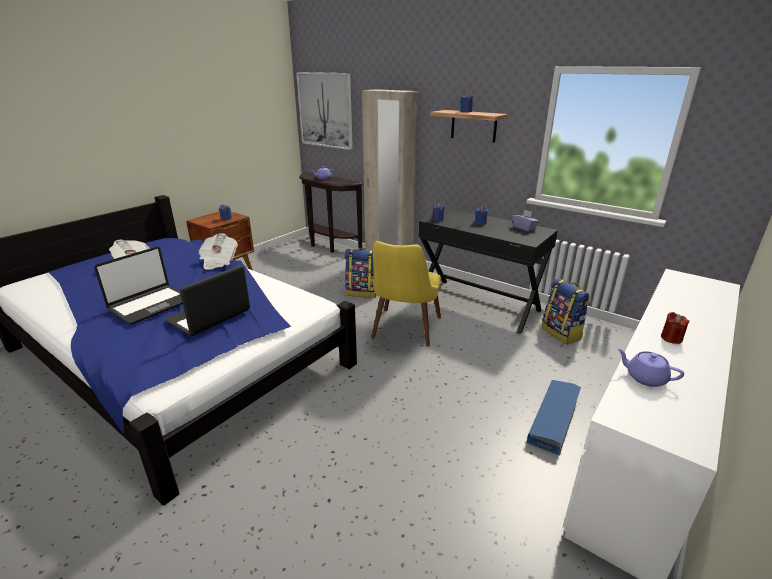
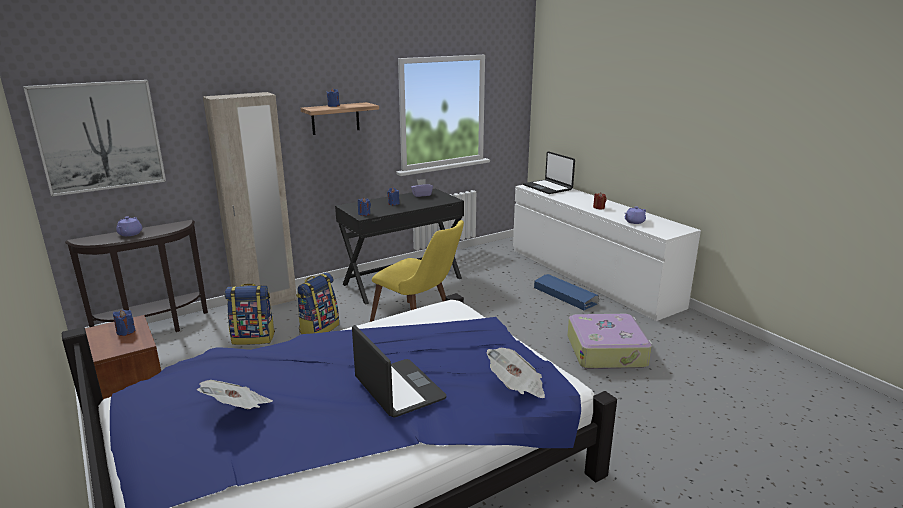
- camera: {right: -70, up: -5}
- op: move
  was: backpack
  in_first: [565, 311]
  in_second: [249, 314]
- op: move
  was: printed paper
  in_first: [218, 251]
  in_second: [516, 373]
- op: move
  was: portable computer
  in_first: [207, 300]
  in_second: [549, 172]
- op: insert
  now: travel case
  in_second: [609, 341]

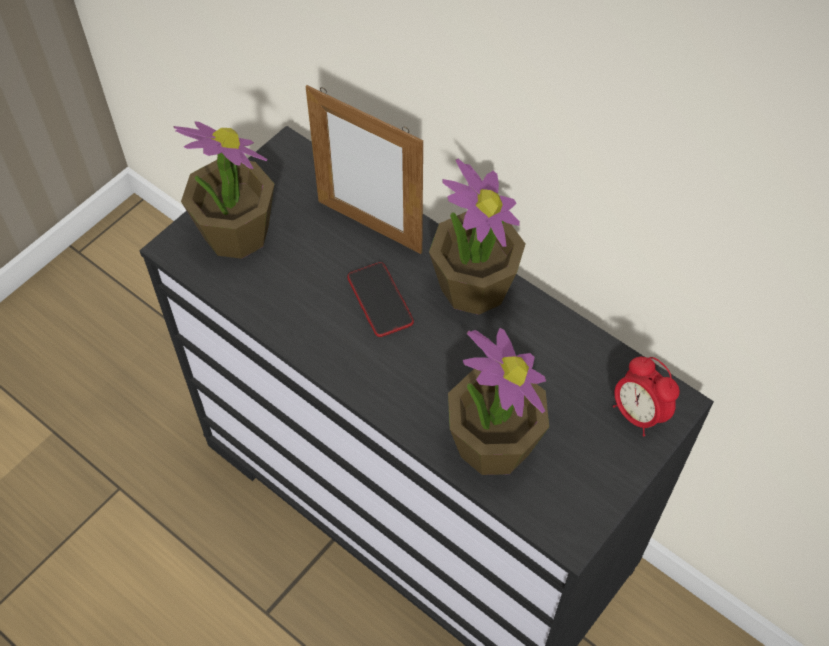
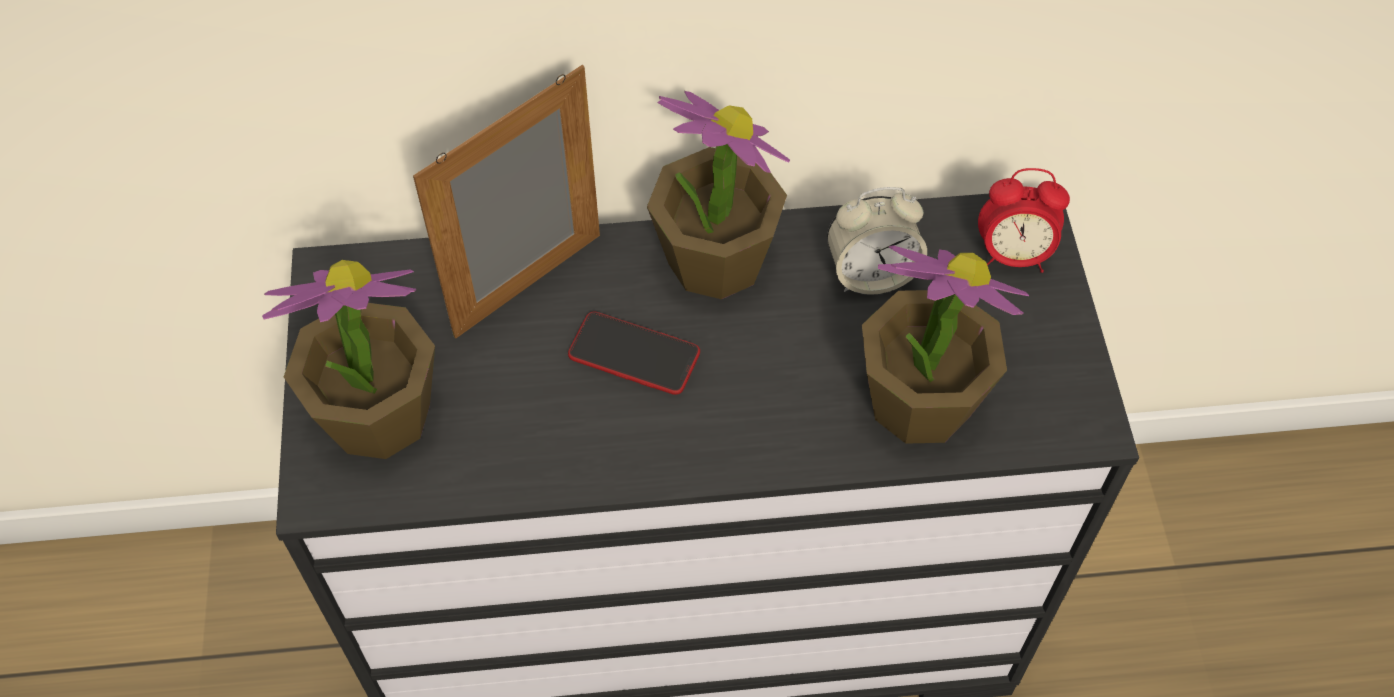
- camera: {right: -45, up: 0}
- op: rotate
  was: picture frame
  in_first: [364, 169]
  in_second: [506, 202]
  clockwise: 150
- op: insert
  now: bedside clock
  in_second: [877, 241]

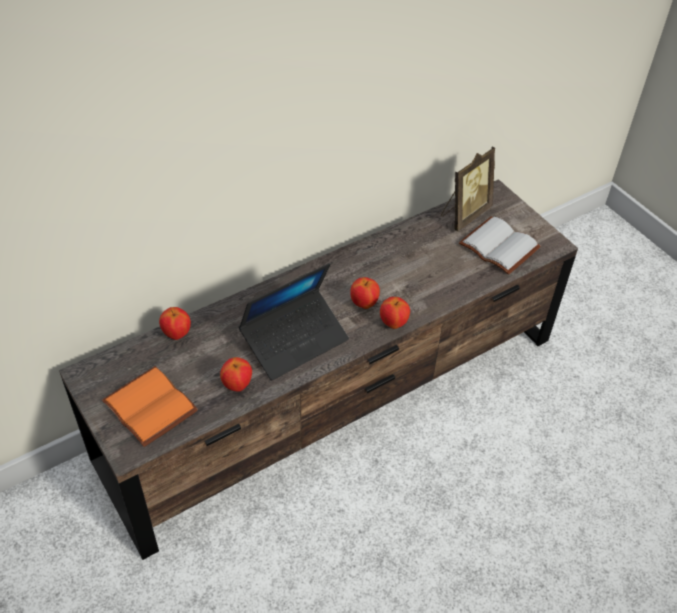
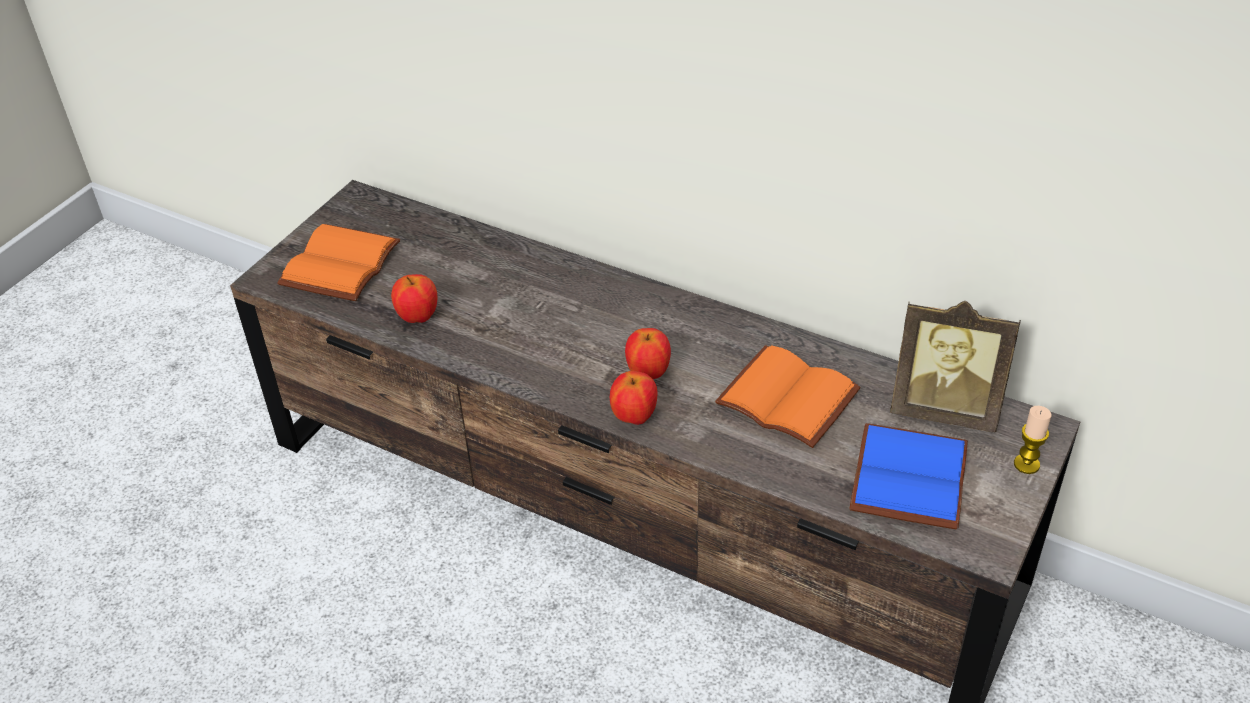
- camera: {right: 65, up: -5}
- op: insert
  now: orange-coloured bound book
  in_second: [788, 396]
- op: recolor
  was: white bound book
  now: bluish bound book
  in_first: [500, 246]
  in_second: [908, 476]
- op: insert
  now: wax candle
  in_second: [1033, 440]
- op: delete
  was: whole apple
  in_first: [175, 323]
- op: delete
  was: portable computer
  in_first: [294, 321]

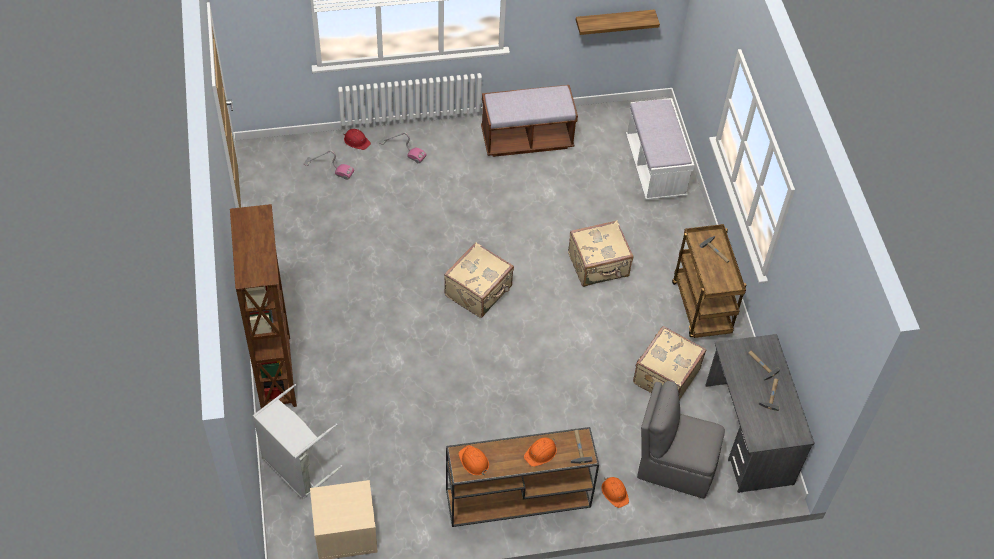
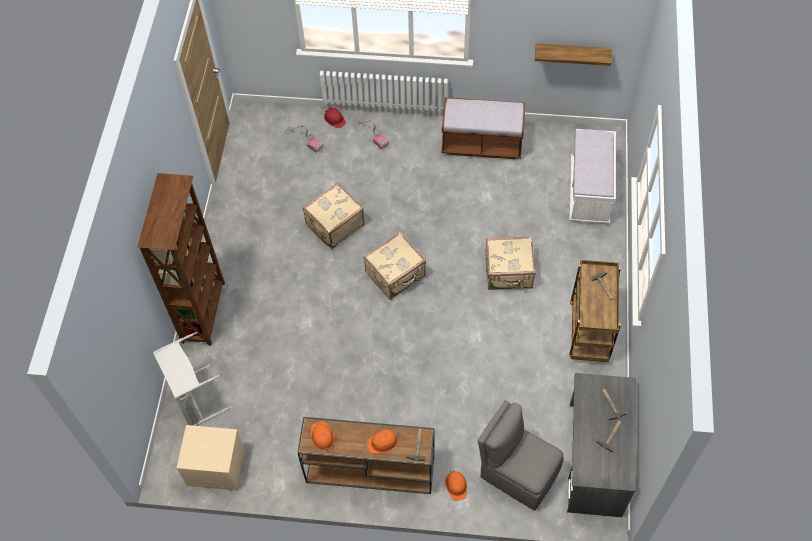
- camera: {right: 20, up: 5}
- op: move
  was: sand-coloured travel case
  in_first: [669, 363]
  in_second: [334, 216]

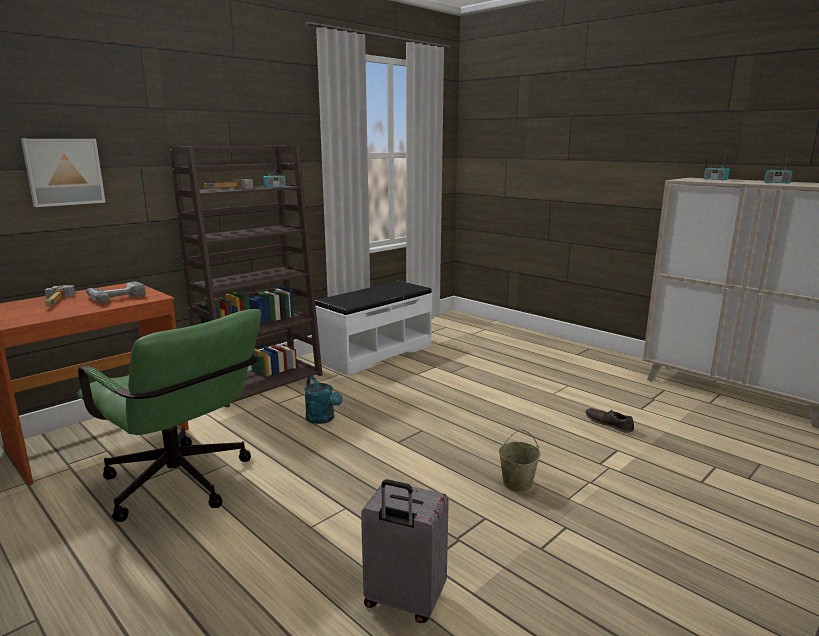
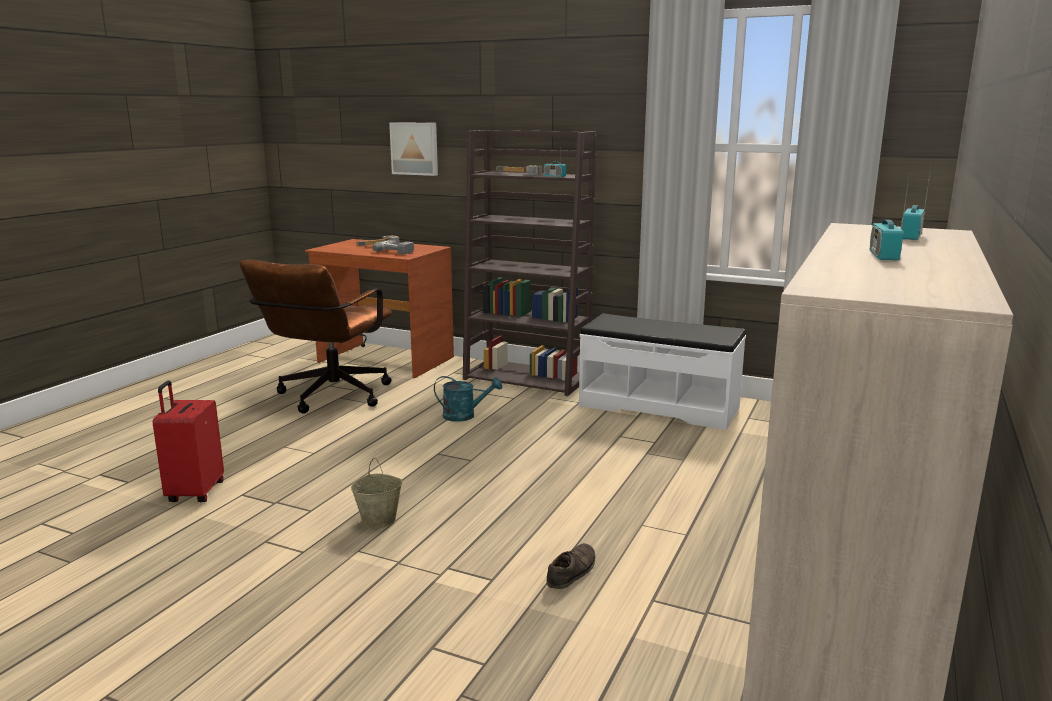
- camera: {right: 70, up: 0}
- op: recolor
  was: greyish travel case
  now: reddish travel case
  in_first: [405, 551]
  in_second: [188, 441]
- op: recolor
  was: green-coloured computer chair
  now: brown computer chair
  in_first: [169, 415]
  in_second: [315, 336]
- op: rotate
  was: turquoise-coloured watering can
  in_first: [323, 400]
  in_second: [468, 399]
  clockwise: -120

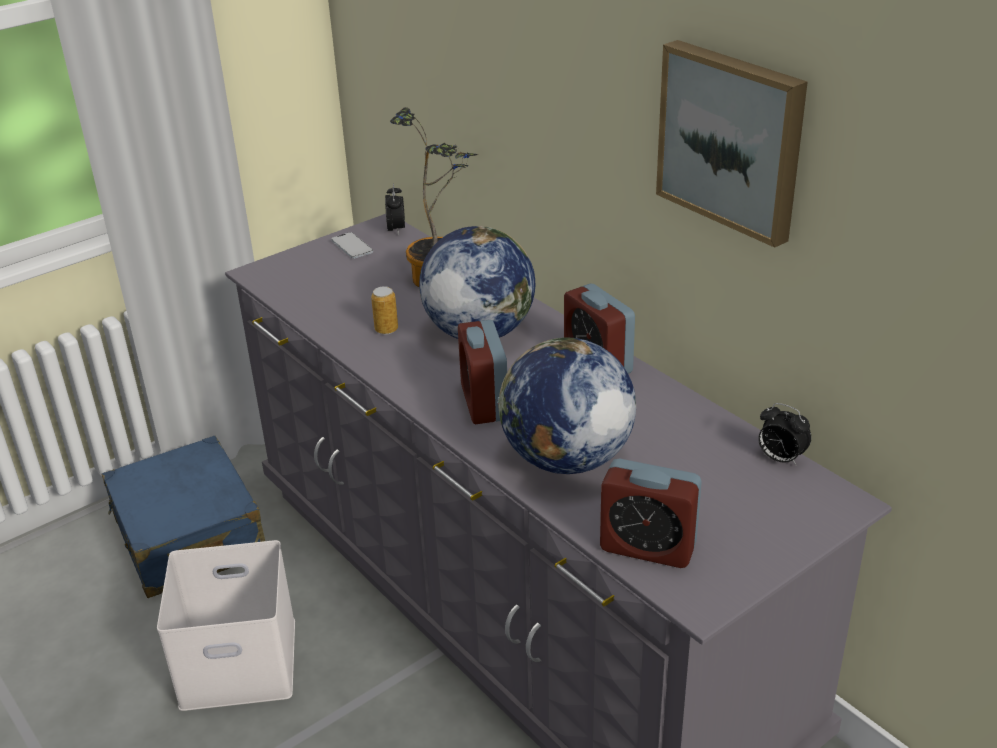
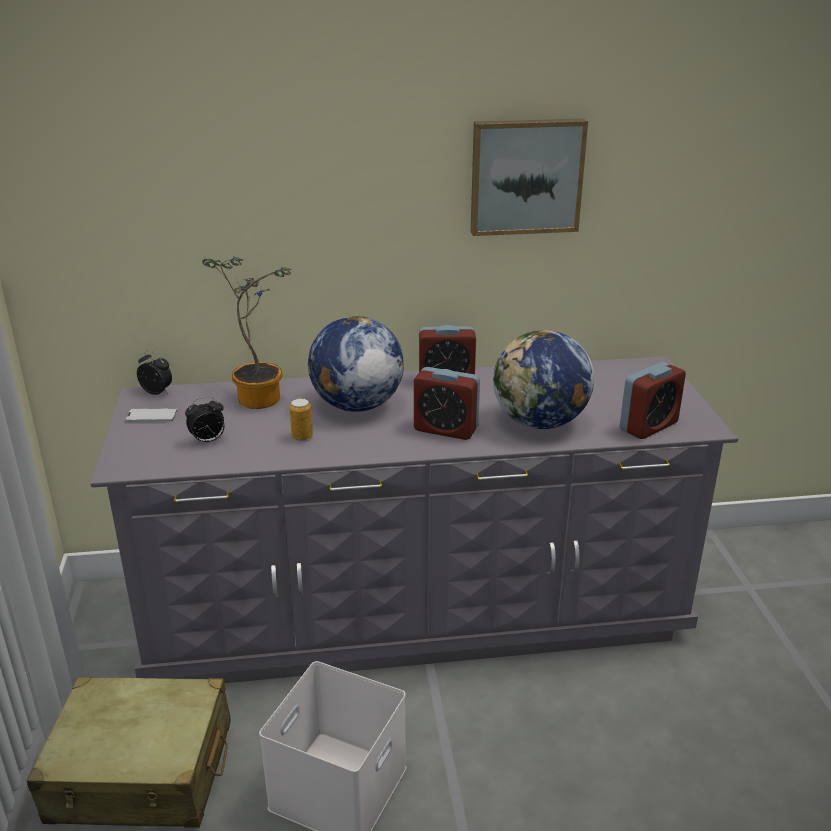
- camera: {right: -60, up: -5}
- op: recolor
  was: bluish travel case
  now: sand-coloured travel case
  in_first: [183, 517]
  in_second: [129, 752]
- op: move
  was: bedside clock
  in_first: [785, 434]
  in_second: [204, 421]

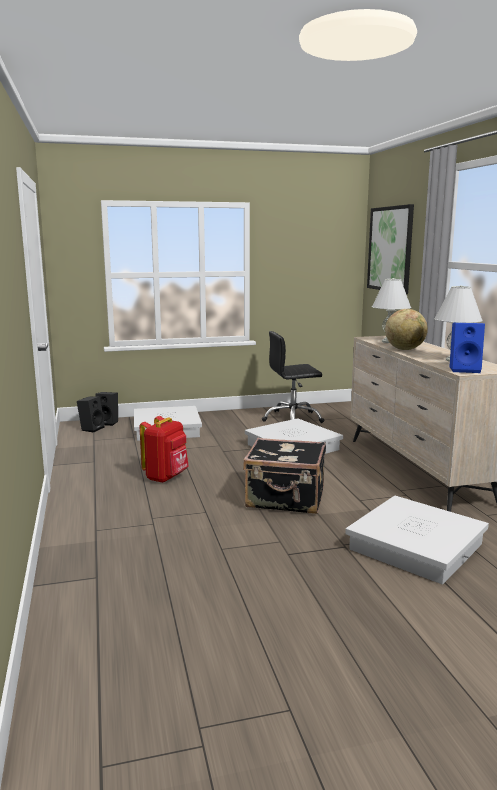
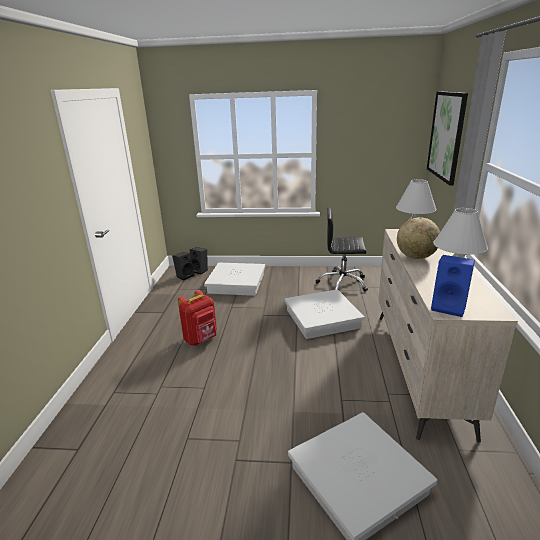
- camera: {right: 20, up: 10}
- op: delete
  was: black travel case
  in_first: [284, 475]

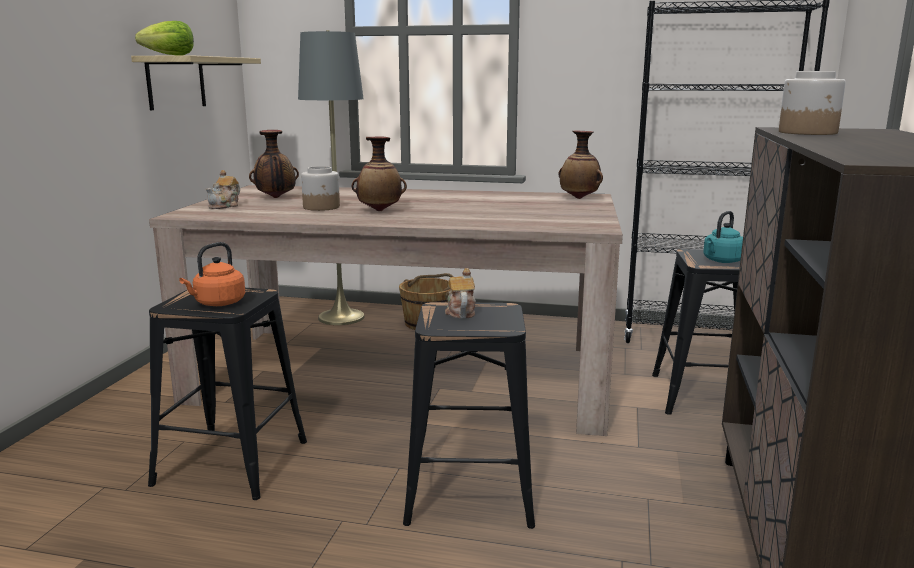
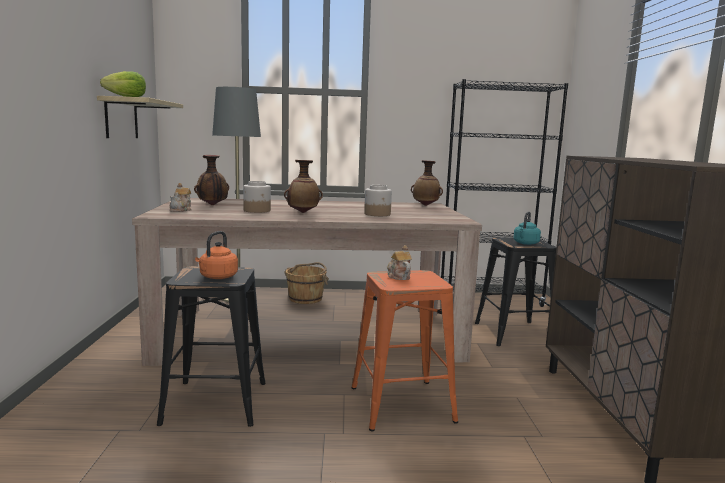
- camera: {right: -15, up: -5}
- op: recolor
  was: black sitting stool
  now: orange-coloured sitting stool
  in_first: [469, 415]
  in_second: [405, 350]
- op: move
  was: storage jar
  in_first: [812, 103]
  in_second: [378, 200]

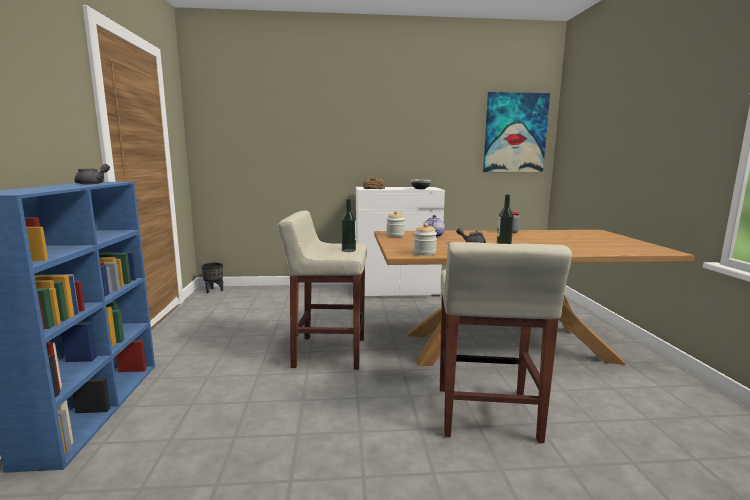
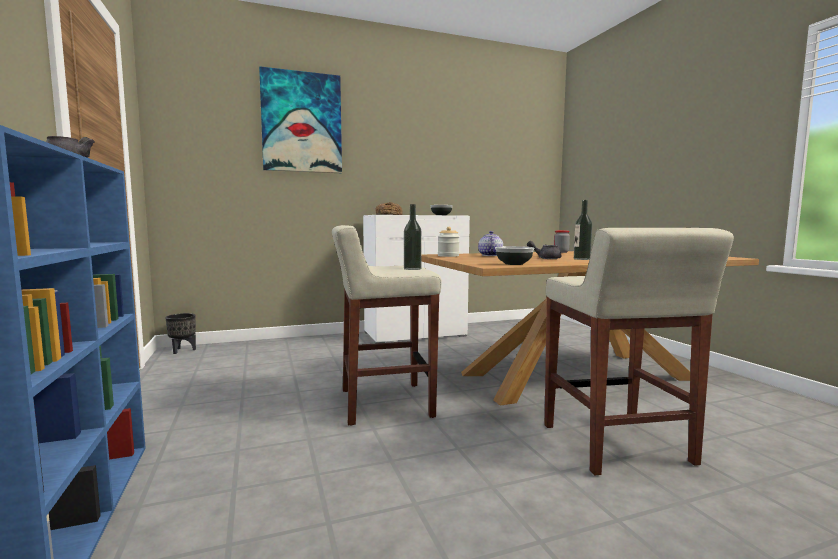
- camera: {right: -15, up: -5}
- op: move
  was: wall art
  in_first: [516, 132]
  in_second: [300, 119]
- op: replace
  was: storage jar
  now: bowl
  in_first: [425, 239]
  in_second: [514, 255]

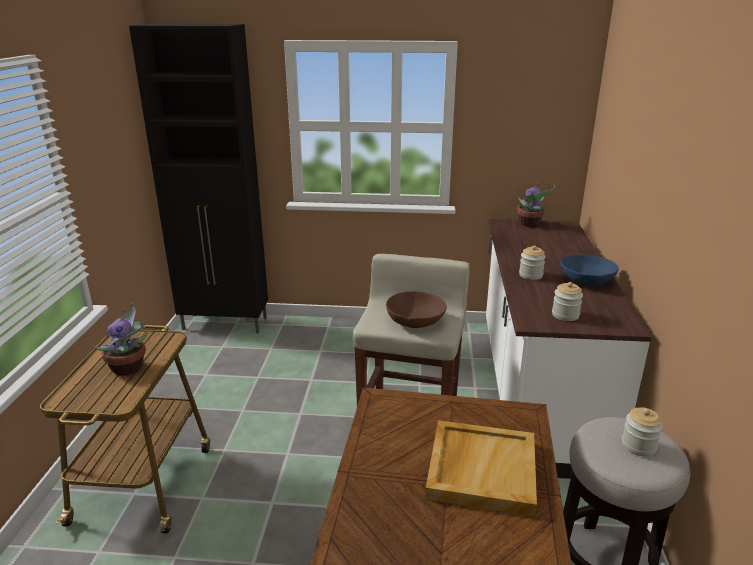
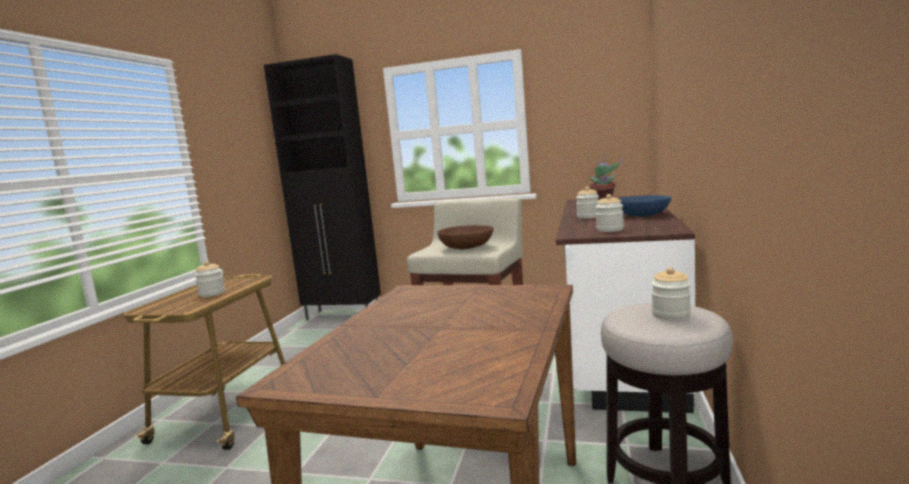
- camera: {right: 10, up: -15}
- op: replace
  was: plant in a pot
  now: storage jar
  in_first: [120, 339]
  in_second: [210, 279]
- op: delete
  was: sand-coloured carrying tray
  in_first: [481, 468]

